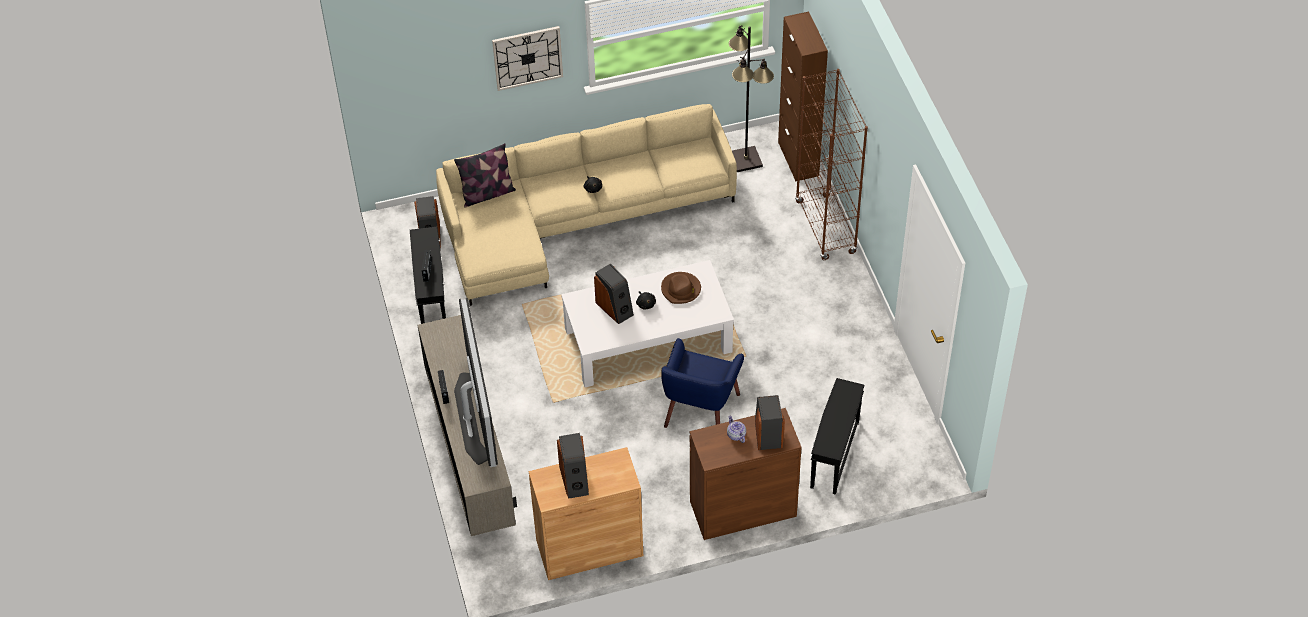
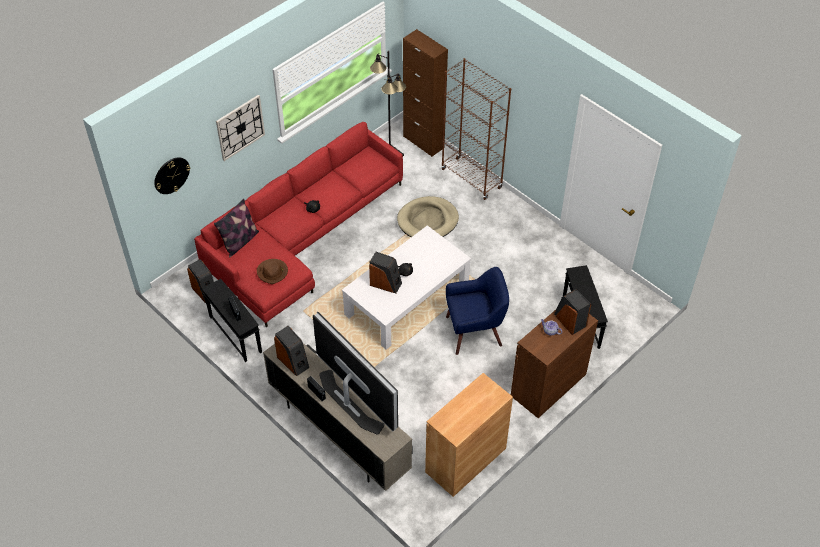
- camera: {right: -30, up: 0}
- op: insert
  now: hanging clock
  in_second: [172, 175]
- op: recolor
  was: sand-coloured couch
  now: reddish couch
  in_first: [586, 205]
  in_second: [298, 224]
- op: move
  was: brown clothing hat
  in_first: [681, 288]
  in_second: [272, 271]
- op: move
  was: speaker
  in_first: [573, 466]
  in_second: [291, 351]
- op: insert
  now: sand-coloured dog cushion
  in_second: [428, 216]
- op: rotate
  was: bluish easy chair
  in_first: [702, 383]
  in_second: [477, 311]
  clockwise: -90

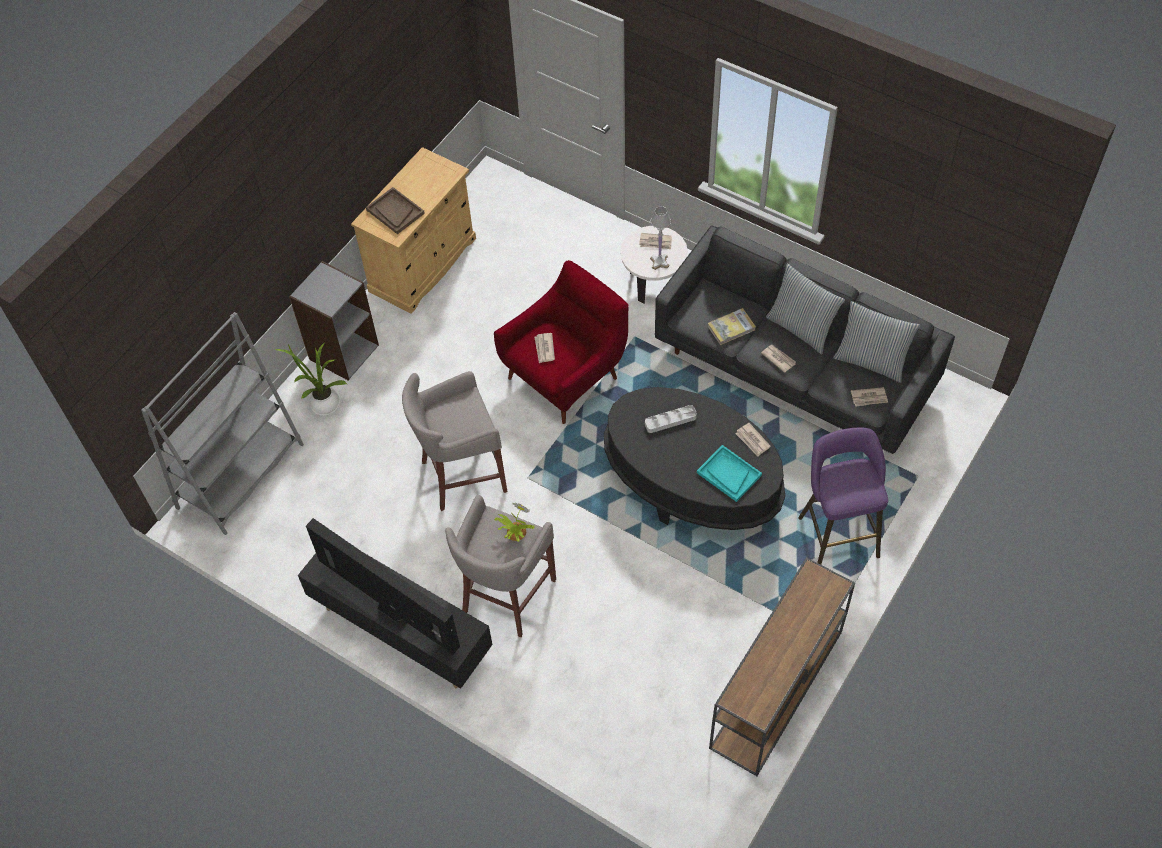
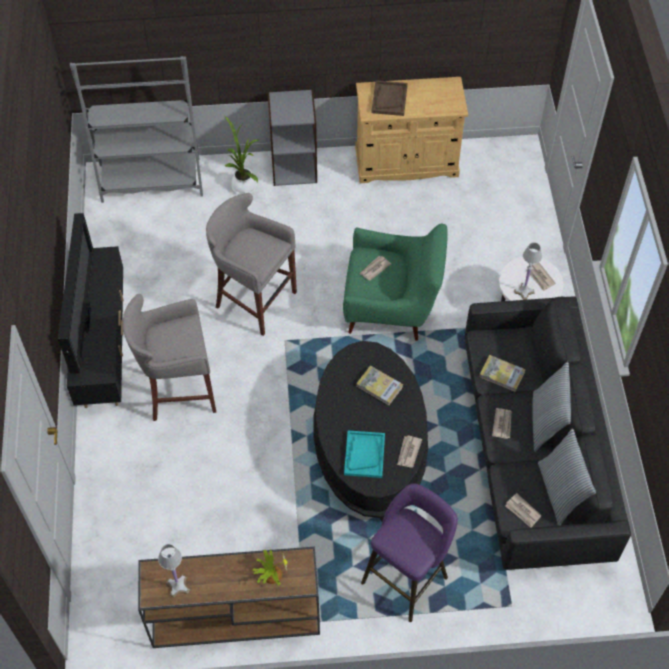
- camera: {right: 50, up: 0}
- op: insert
  now: white lamp for a table
  in_second: [174, 571]
- op: move
  was: plant in a pot
  in_first: [514, 522]
  in_second: [270, 567]
- op: recolor
  was: reddish easy chair
  now: green-coloured easy chair
  in_first: [561, 342]
  in_second: [395, 282]
- op: replace
  was: greyish carrying tray
  now: bound book
  in_first: [671, 419]
  in_second: [379, 385]

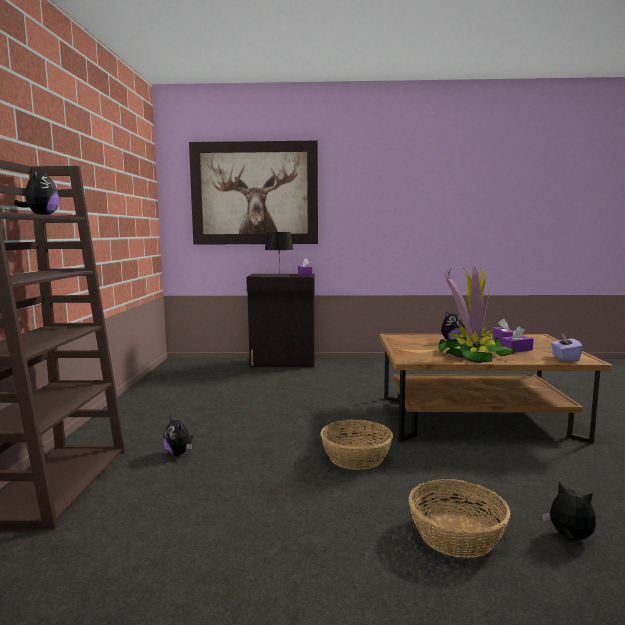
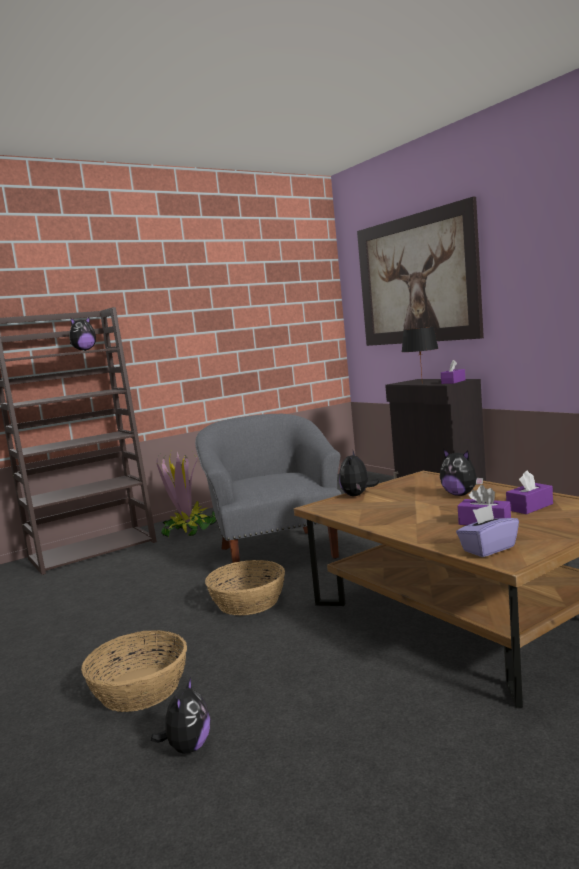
- camera: {right: 55, up: 0}
- op: move
  was: plant in a pot
  in_first: [476, 312]
  in_second: [186, 493]
- op: insert
  now: greyish easy chair
  in_second: [268, 495]
- op: move
  was: soft toy
  in_first: [178, 435]
  in_second: [359, 473]

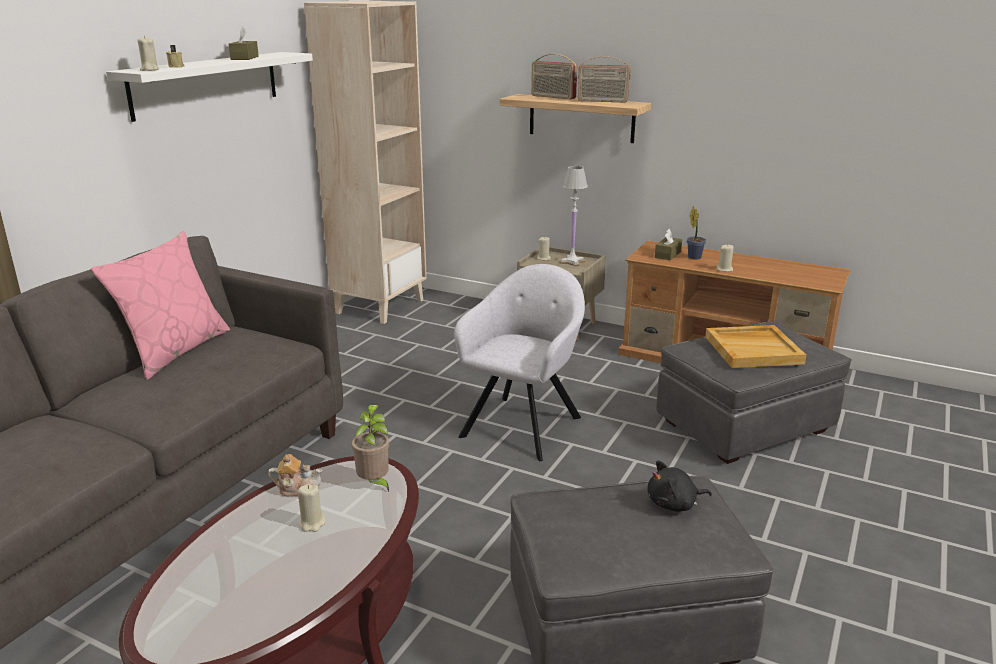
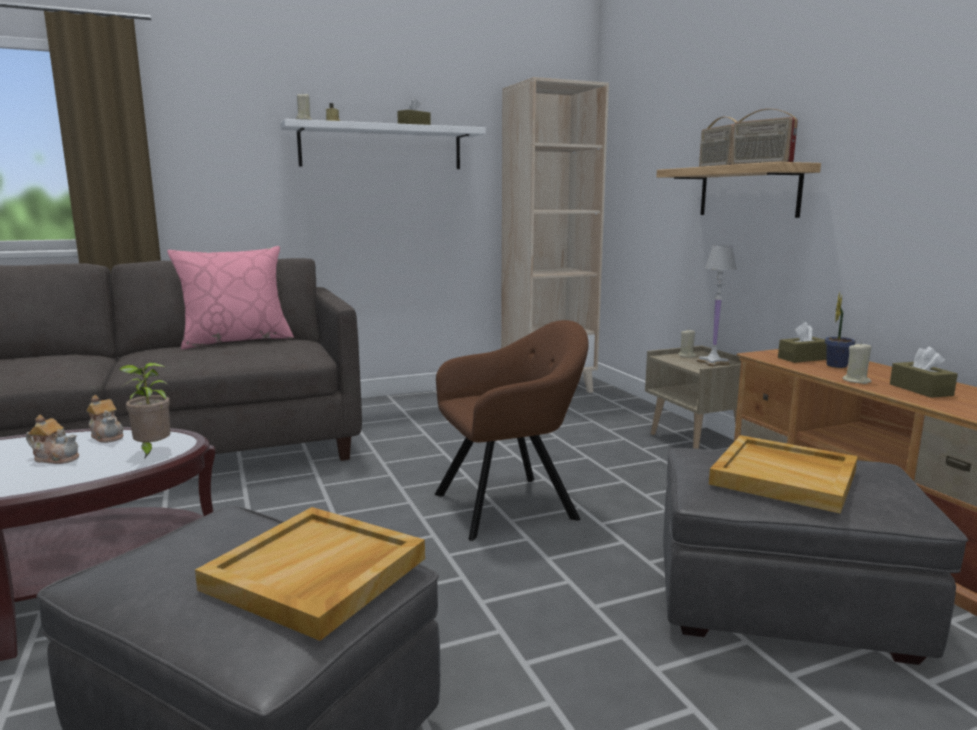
- camera: {right: 40, up: -10}
- op: replace
  was: sand-coloured wax candle
  now: pot for tea
  in_first: [312, 508]
  in_second: [52, 439]
- op: replace
  was: black soft toy
  now: sand-coloured carrying tray
  in_first: [679, 486]
  in_second: [310, 574]
- op: recolor
  was: greyish easy chair
  now: brown easy chair
  in_first: [519, 362]
  in_second: [512, 430]
- op: insert
  now: brown tissue holder
  in_second: [924, 372]

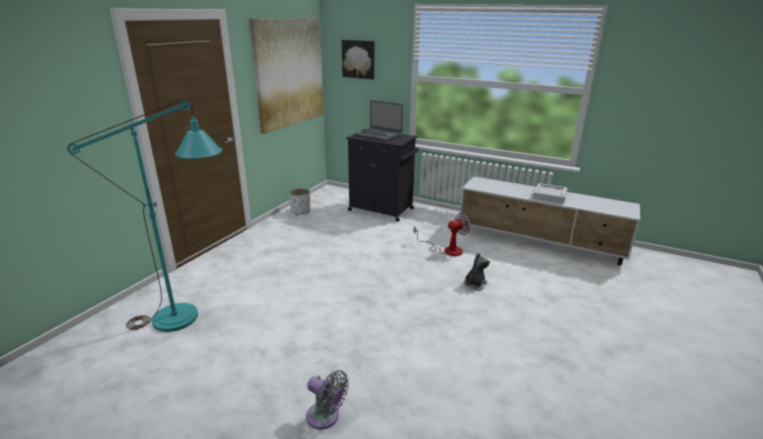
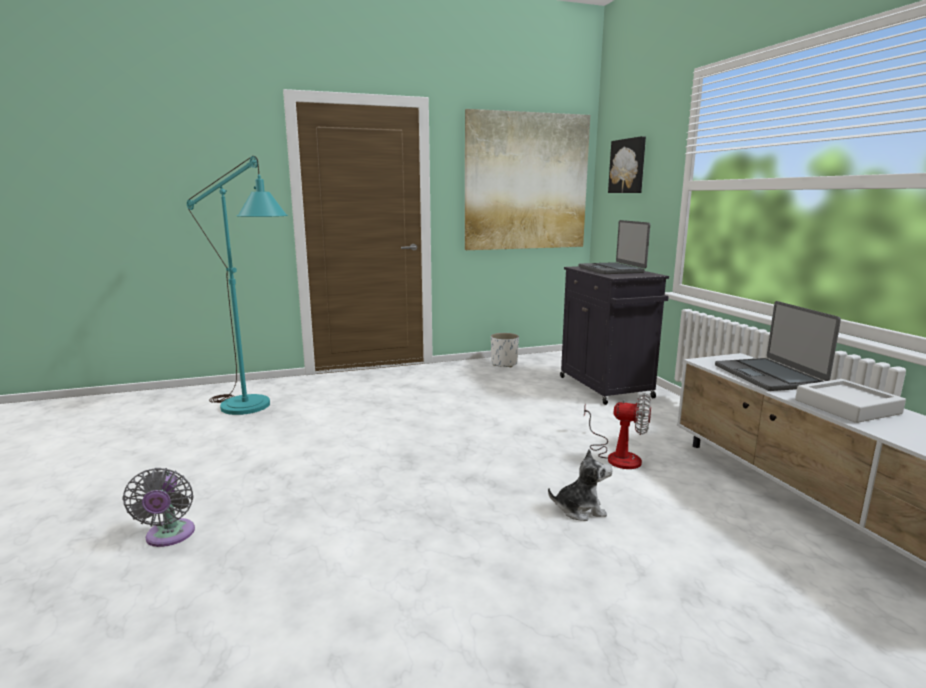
- camera: {right: 45, up: -10}
- op: insert
  now: portable computer
  in_second: [778, 346]

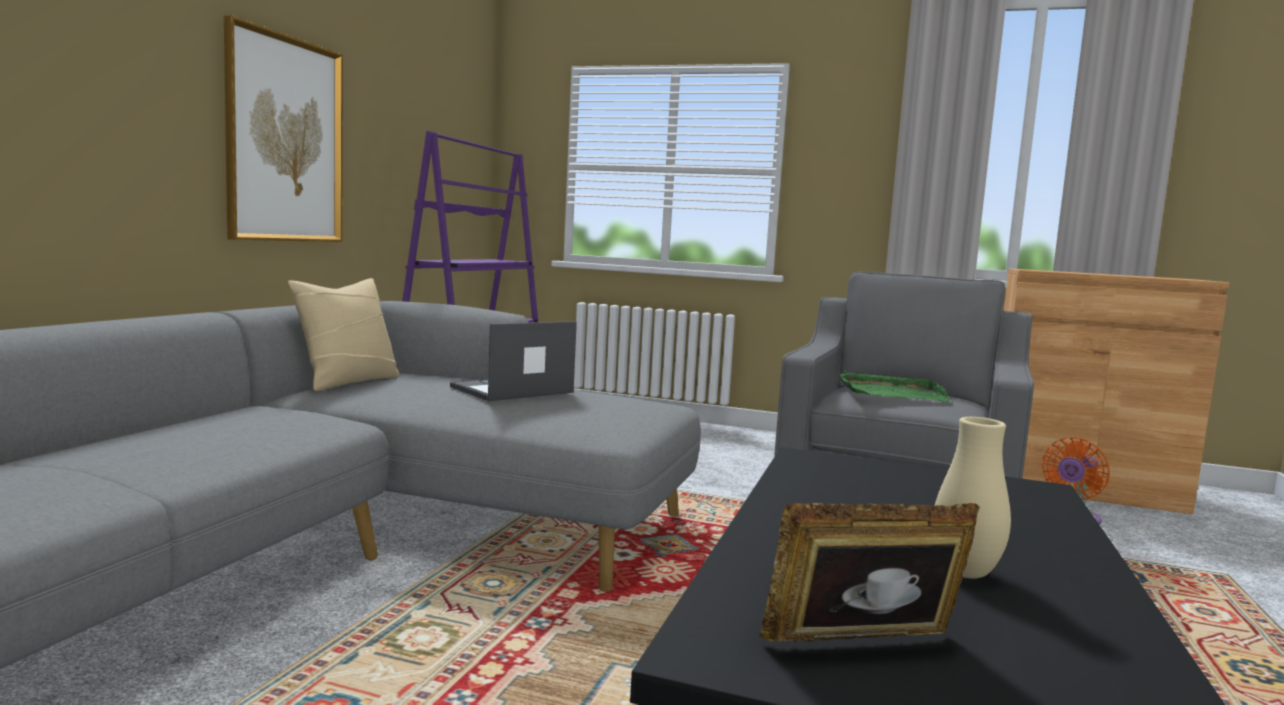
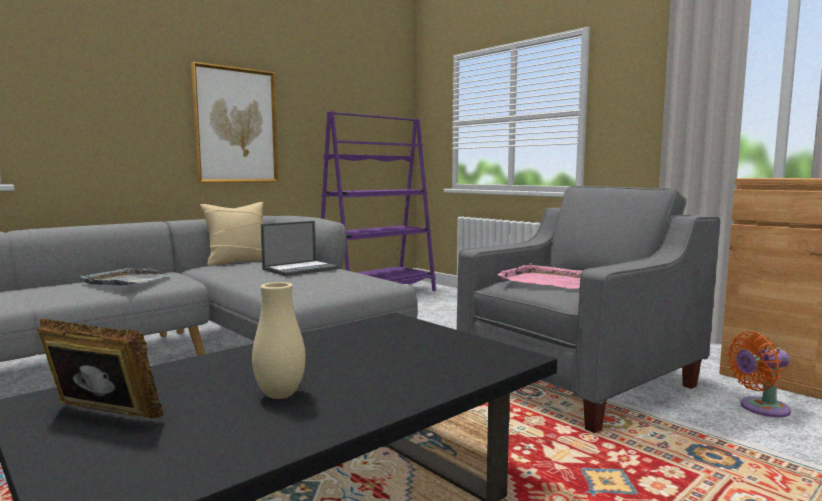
- camera: {right: 30, up: 0}
- op: insert
  now: greyish carrying tray
  in_second: [126, 276]
- op: rotate
  was: portable computer
  in_first: [513, 361]
  in_second: [300, 248]
  clockwise: 150
- op: recolor
  was: green-coloured carrying tray
  now: pinkish carrying tray
  in_first: [896, 386]
  in_second: [540, 276]

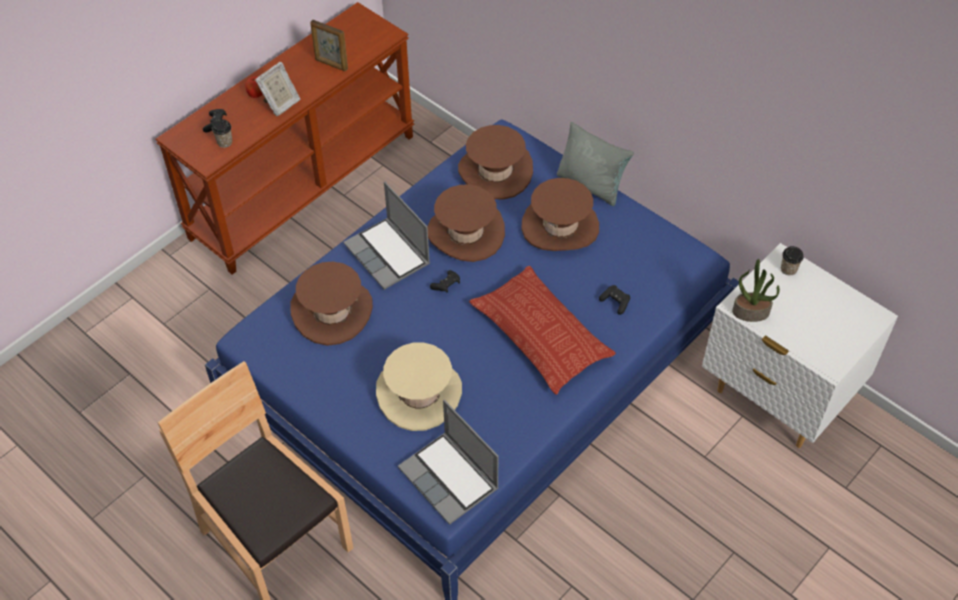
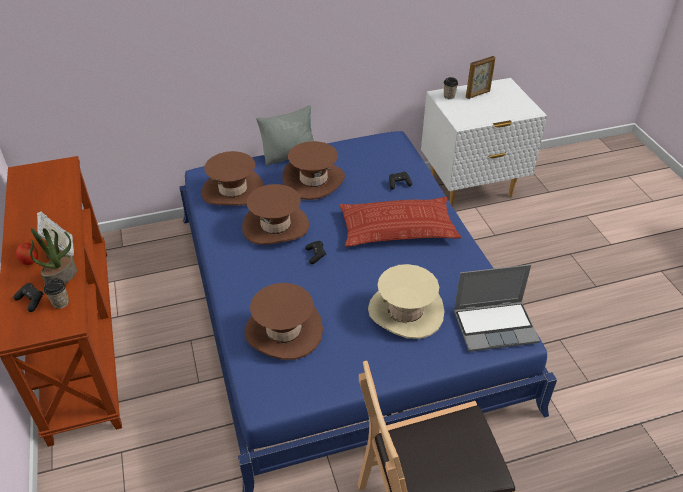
- camera: {right: -60, up: -10}
- op: move
  was: plant in a pot
  in_first: [756, 290]
  in_second: [53, 256]
- op: move
  was: picture frame
  in_first: [329, 45]
  in_second: [481, 77]
- op: delete
  was: portable computer
  in_first: [386, 236]

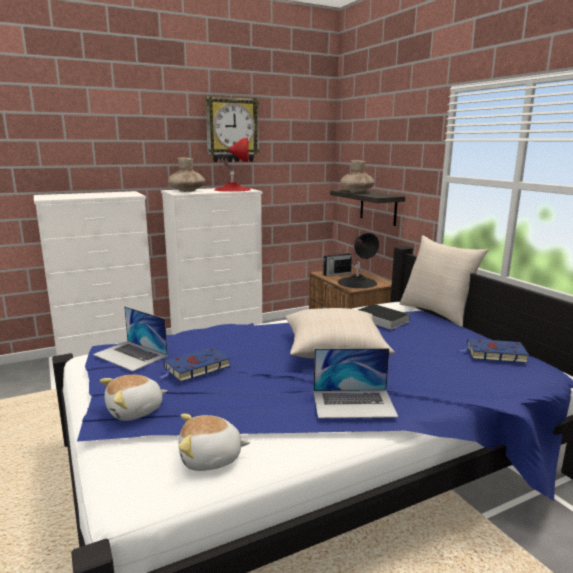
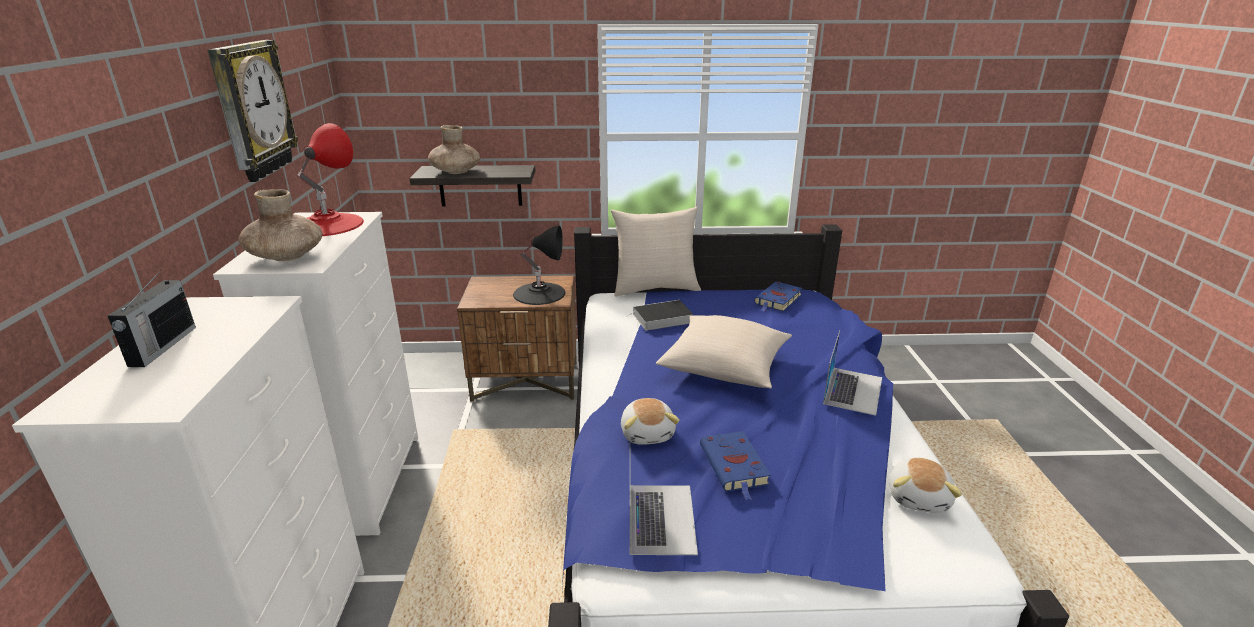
- camera: {right: -65, up: 10}
- op: move
  was: radio
  in_first: [337, 263]
  in_second: [151, 318]
- op: move
  was: soft toy
  in_first: [133, 398]
  in_second: [650, 421]
- op: rotate
  was: portable computer
  in_first: [130, 338]
  in_second: [664, 497]
  clockwise: -60

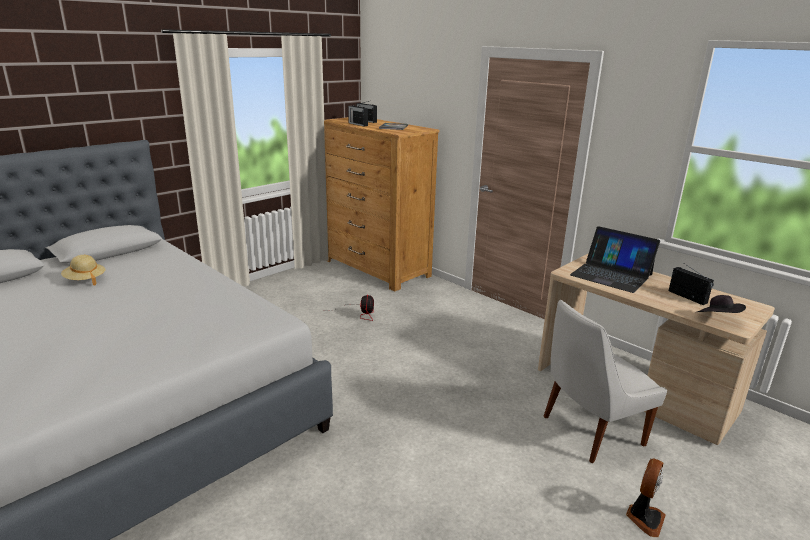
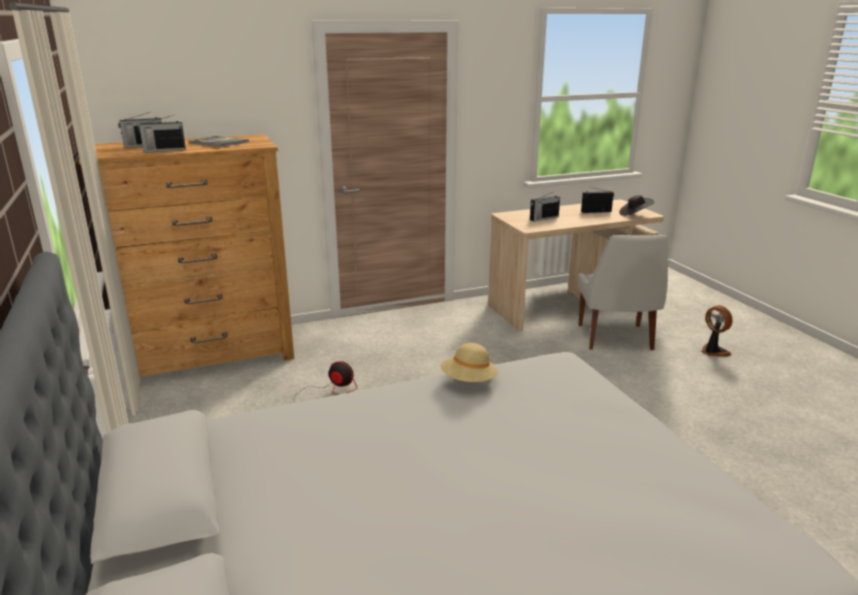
- camera: {right: -65, up: 0}
- op: move
  was: sand-coloured clothing hat
  in_first: [83, 270]
  in_second: [469, 362]
- op: replace
  was: portable computer
  now: radio
  in_first: [615, 259]
  in_second: [545, 206]

